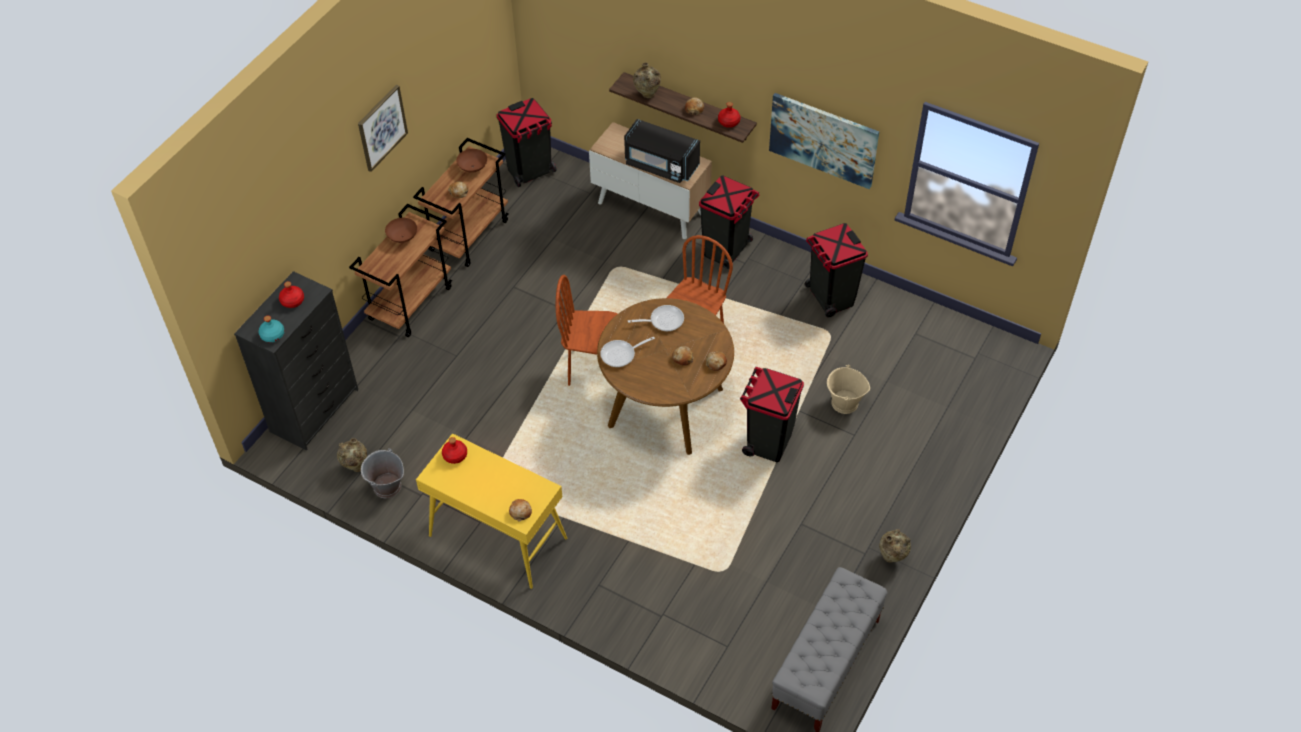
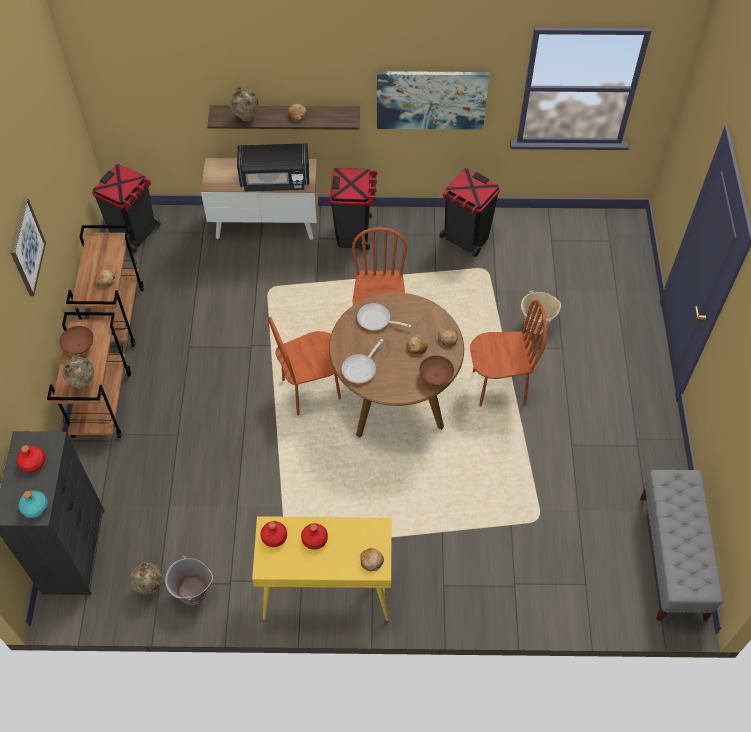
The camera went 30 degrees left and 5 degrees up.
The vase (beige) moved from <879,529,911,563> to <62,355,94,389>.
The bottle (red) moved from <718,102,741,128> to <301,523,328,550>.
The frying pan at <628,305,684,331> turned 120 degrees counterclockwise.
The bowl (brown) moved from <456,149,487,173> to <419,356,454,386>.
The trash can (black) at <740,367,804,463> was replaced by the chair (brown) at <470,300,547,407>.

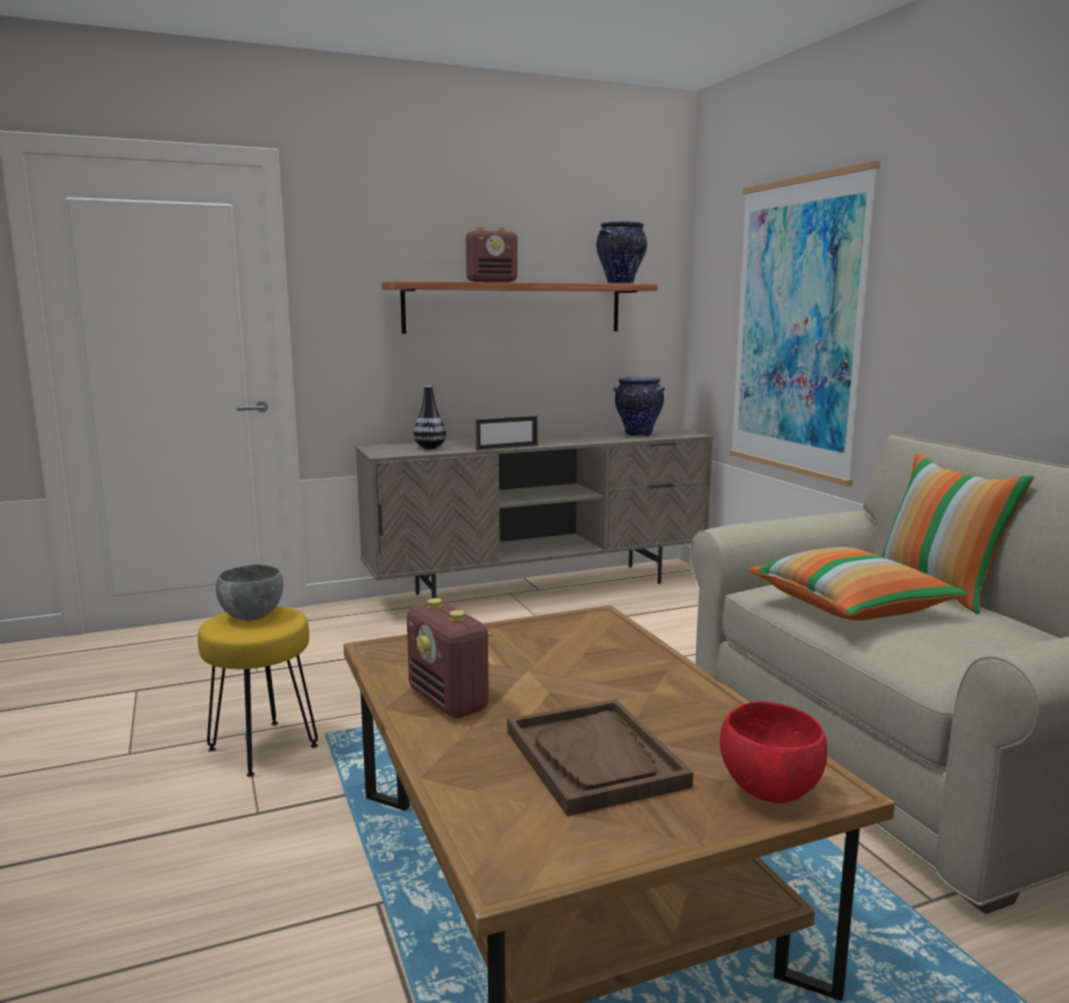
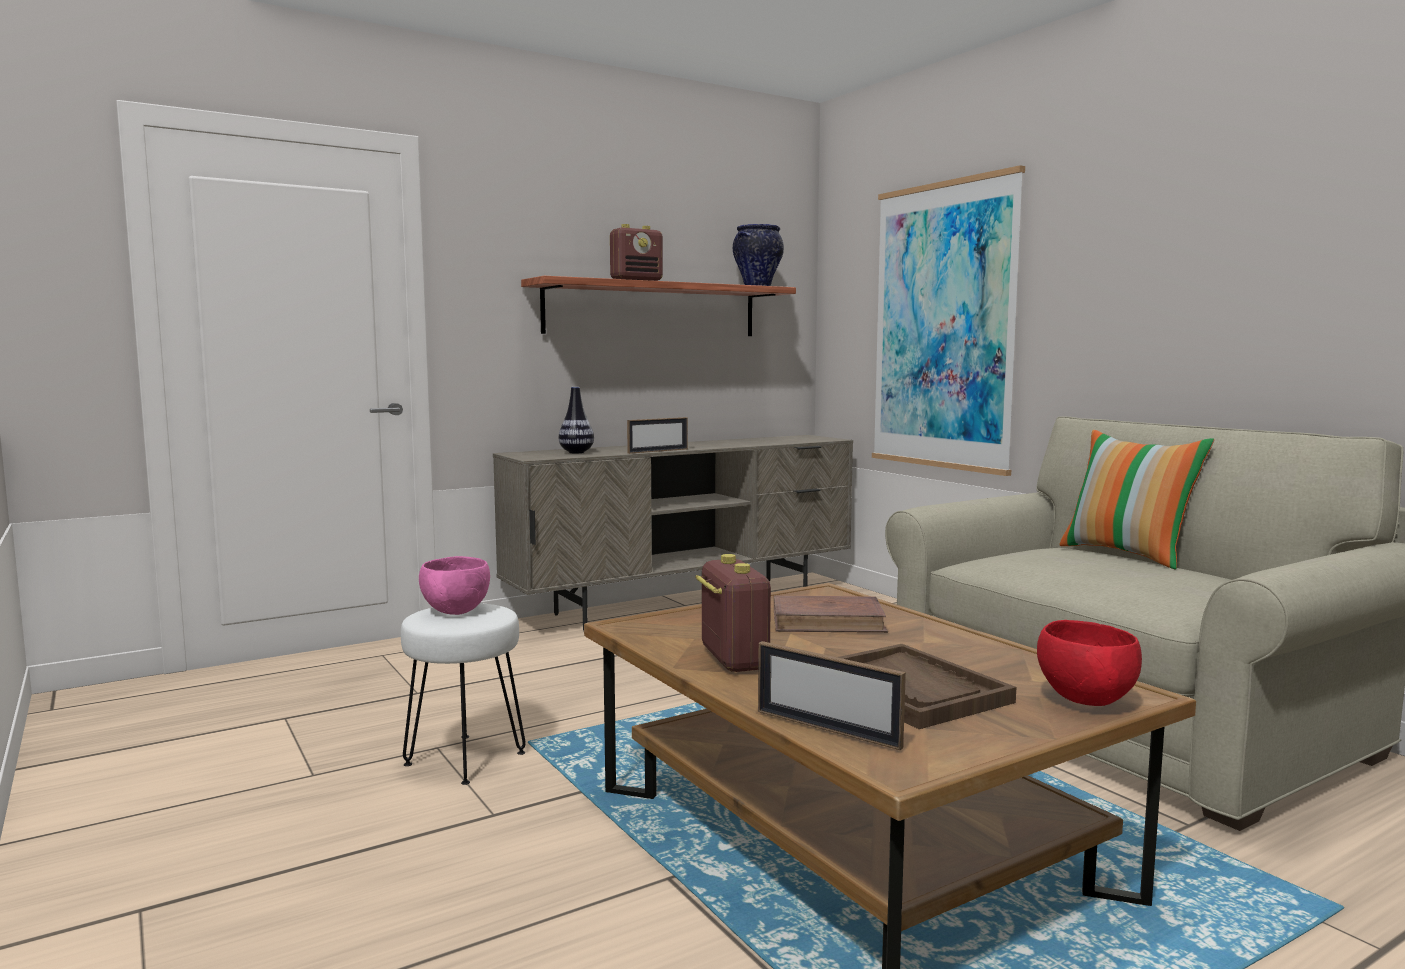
The camera went 10 degrees left and 5 degrees down.
The stool (yellow) at <198,606,318,777> became the stool (white) at <401,603,526,785>.
The bowl (grey) at <216,564,283,621> became the bowl (pink) at <419,556,490,615>.
The radio at <407,598,493,718> turned 150 degrees counterclockwise.
The picture frame at <758,641,906,750> appeared.
The book (brown) at <774,595,888,633> appeared.
The vase at <613,377,665,436> disappeared.
The pillow at <749,547,968,620> disappeared.

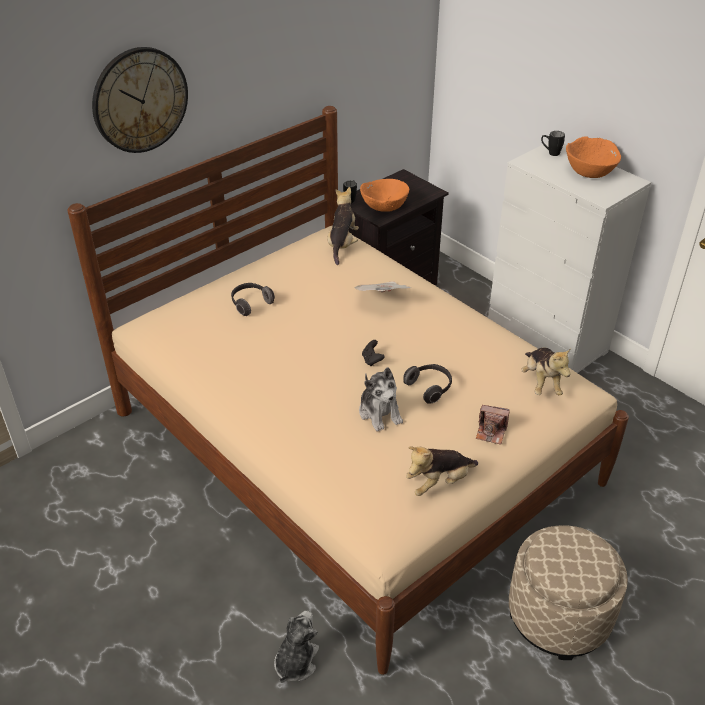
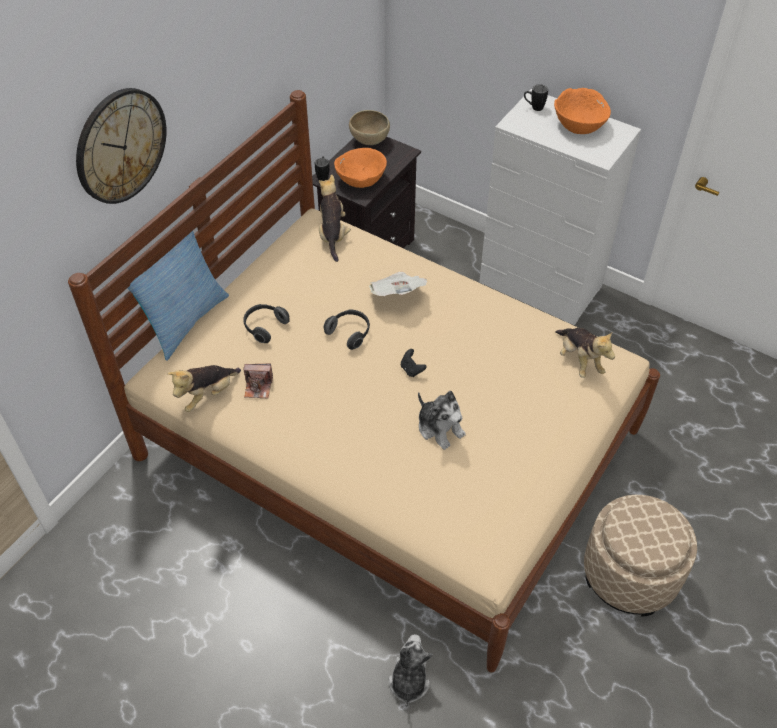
The camera went 15 degrees left and 10 degrees up.
The pillow at <127,231,229,361> appeared.
The plush toy moved from <406,446,478,496> to <167,365,241,412>.
The photo camera moved from <476,405,510,445> to <243,364,273,398>.
The headphones moved from <403,364,452,404> to <324,310,370,350>.
The bowl (brown) at <349,110,390,145> appeared.

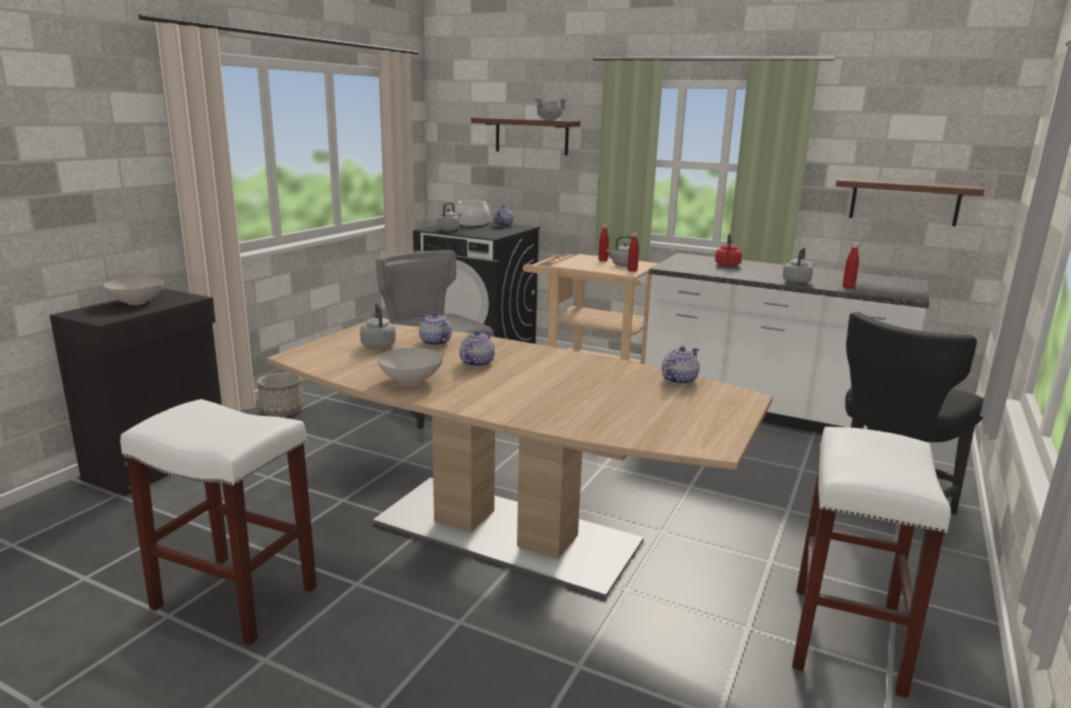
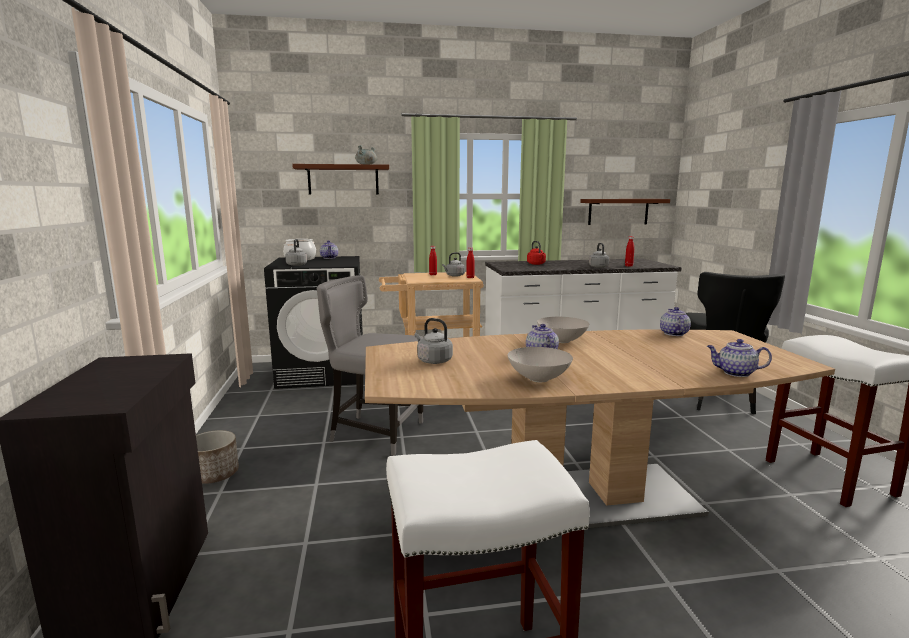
The camera went 35 degrees left and 5 degrees down.
The bowl (white) moved from <103,277,164,305> to <537,317,589,343>.
The teapot moved from <419,312,452,346> to <707,339,772,377>.

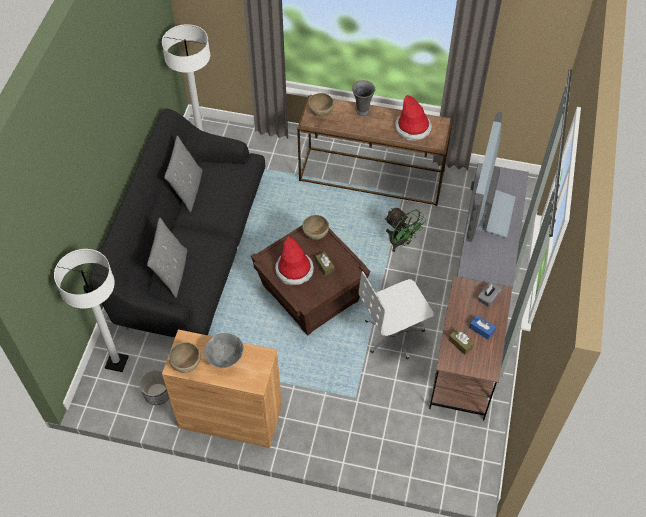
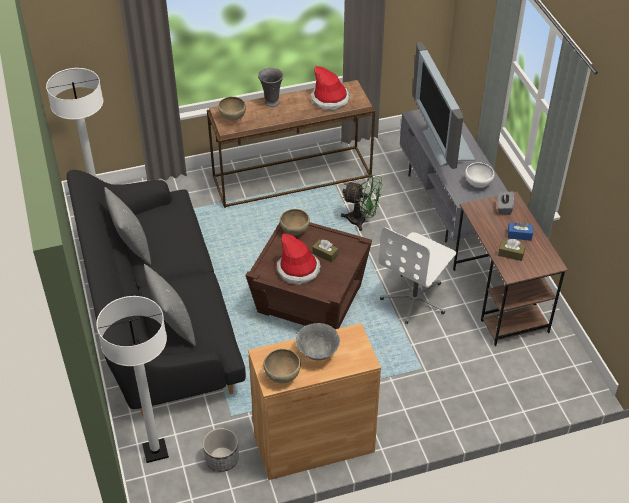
The camera went 30 degrees left and 10 degrees down.
The bowl (white) at <465,162,494,188> appeared.

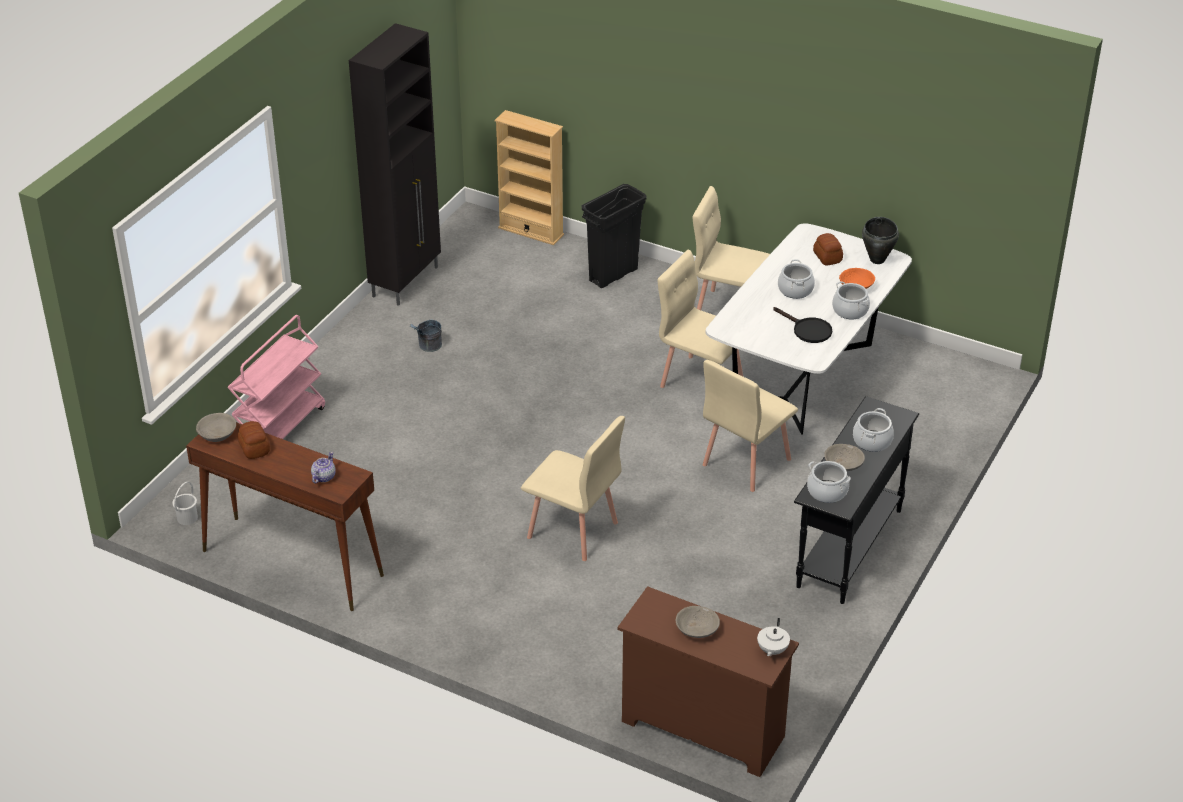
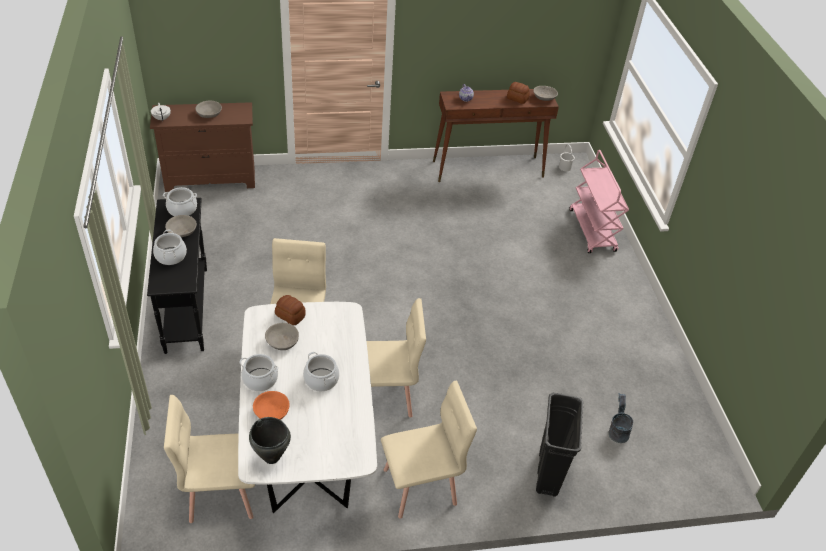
The camera went 140 degrees right and 5 degrees up.
The chair (beige) moved from <521,416,625,561> to <164,395,255,523>.
The frying pan (black) at <773,307,832,343> was replaced by the bowl (grey) at <265,323,299,350>.
The bread moved from <813,233,843,266> to <275,295,306,325>.
The bucket (grey) moved from <410,320,442,352> to <608,393,633,443>.
The cabinet (black) at <349,23,441,306> disappeared.
The bookcase (beige) at <494,110,564,245> disappeared.

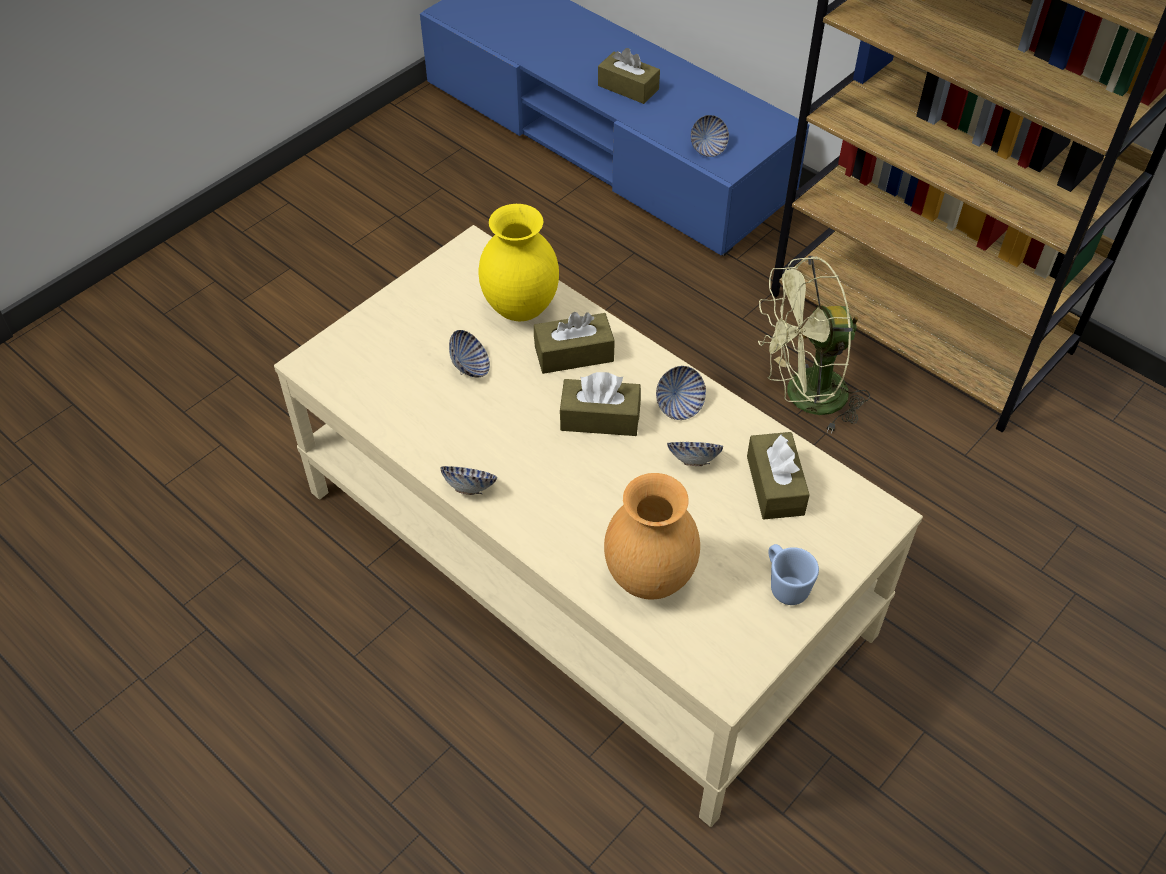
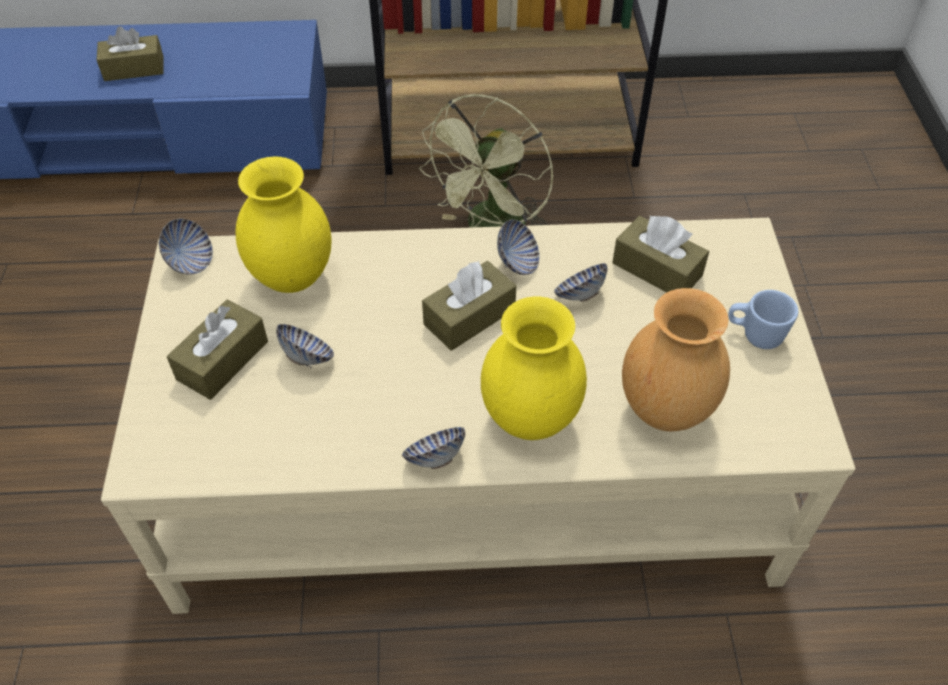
The camera went 45 degrees left and 0 degrees up.
The bowl moved from <691,115,729,157> to <159,219,213,274>.
The tissue box (brown) moved from <534,312,615,374> to <167,300,268,400>.
The vase (yellow) at <481,297,587,440> appeared.

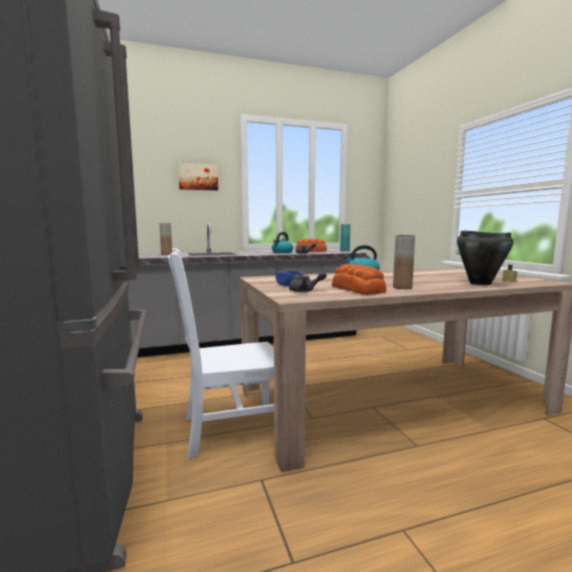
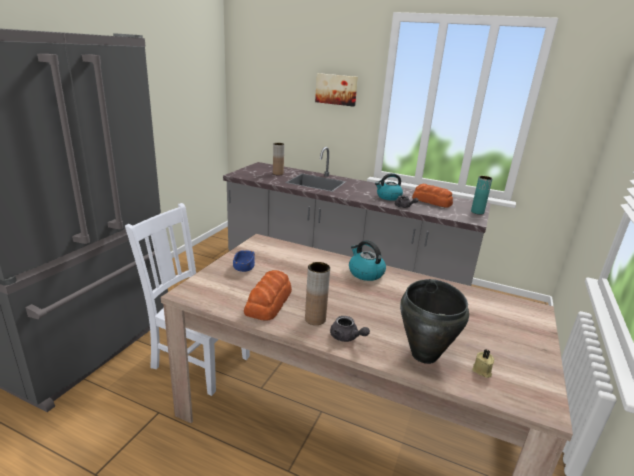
The camera went 40 degrees right and 15 degrees up.
The teapot (grey) moved from <289,272,327,292> to <330,316,370,342>.

